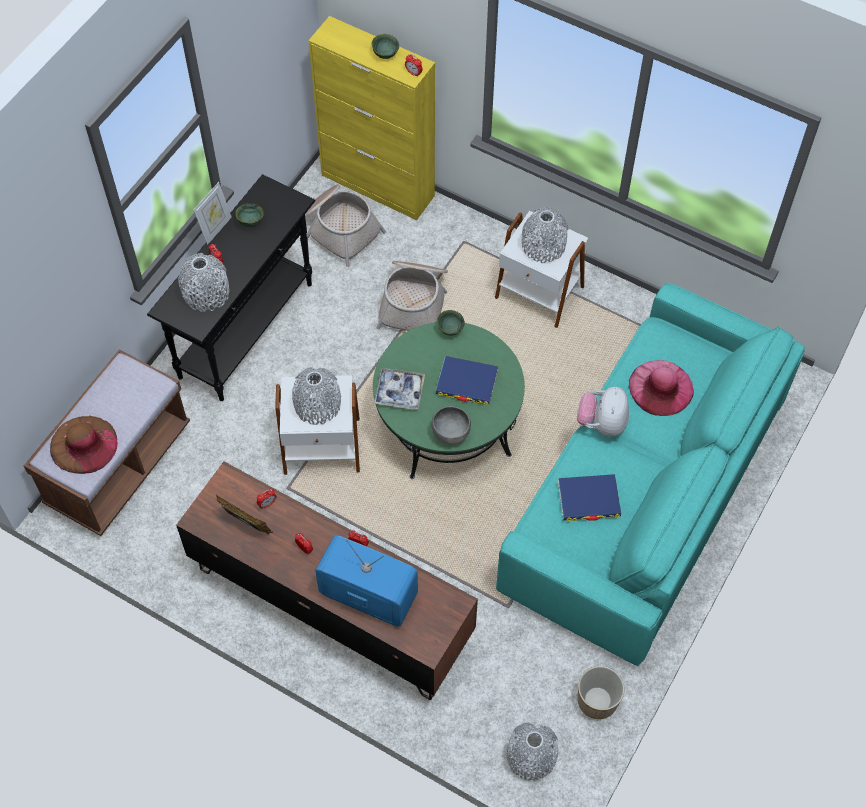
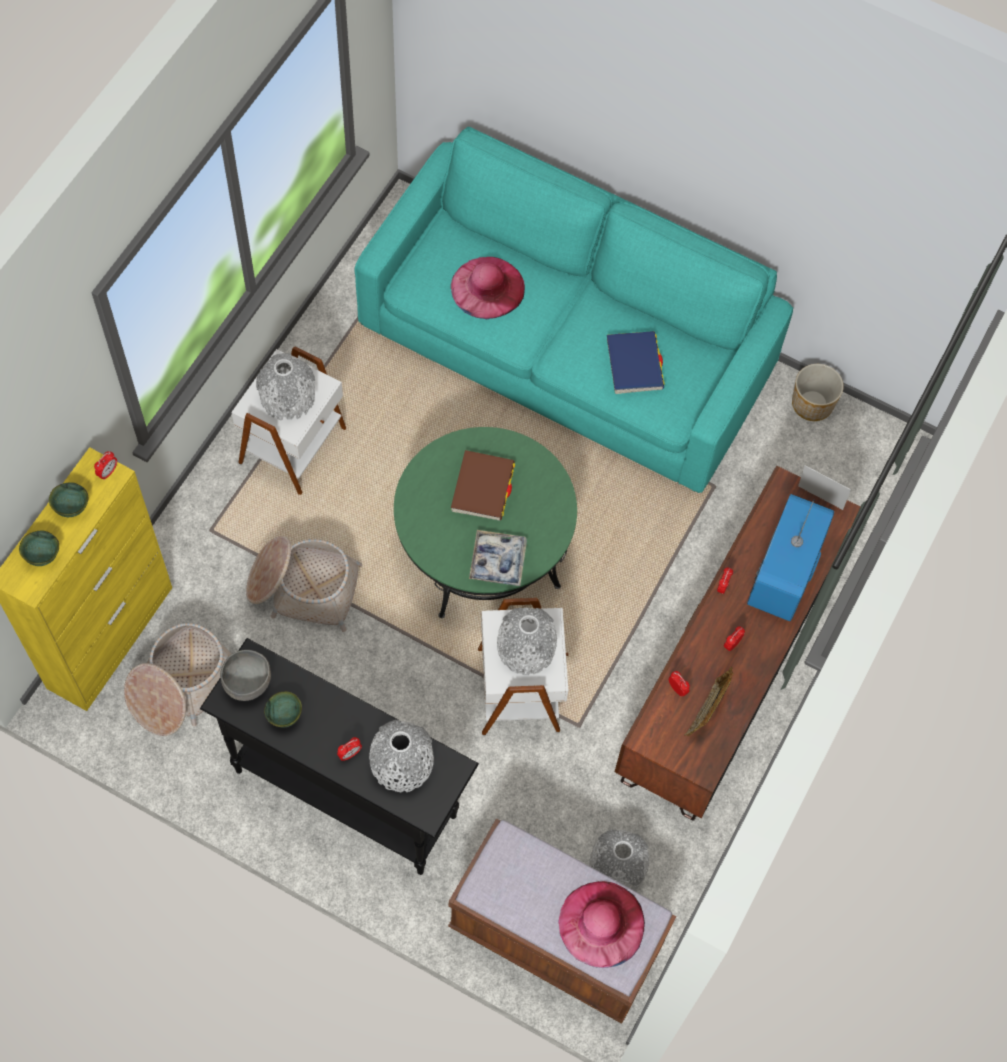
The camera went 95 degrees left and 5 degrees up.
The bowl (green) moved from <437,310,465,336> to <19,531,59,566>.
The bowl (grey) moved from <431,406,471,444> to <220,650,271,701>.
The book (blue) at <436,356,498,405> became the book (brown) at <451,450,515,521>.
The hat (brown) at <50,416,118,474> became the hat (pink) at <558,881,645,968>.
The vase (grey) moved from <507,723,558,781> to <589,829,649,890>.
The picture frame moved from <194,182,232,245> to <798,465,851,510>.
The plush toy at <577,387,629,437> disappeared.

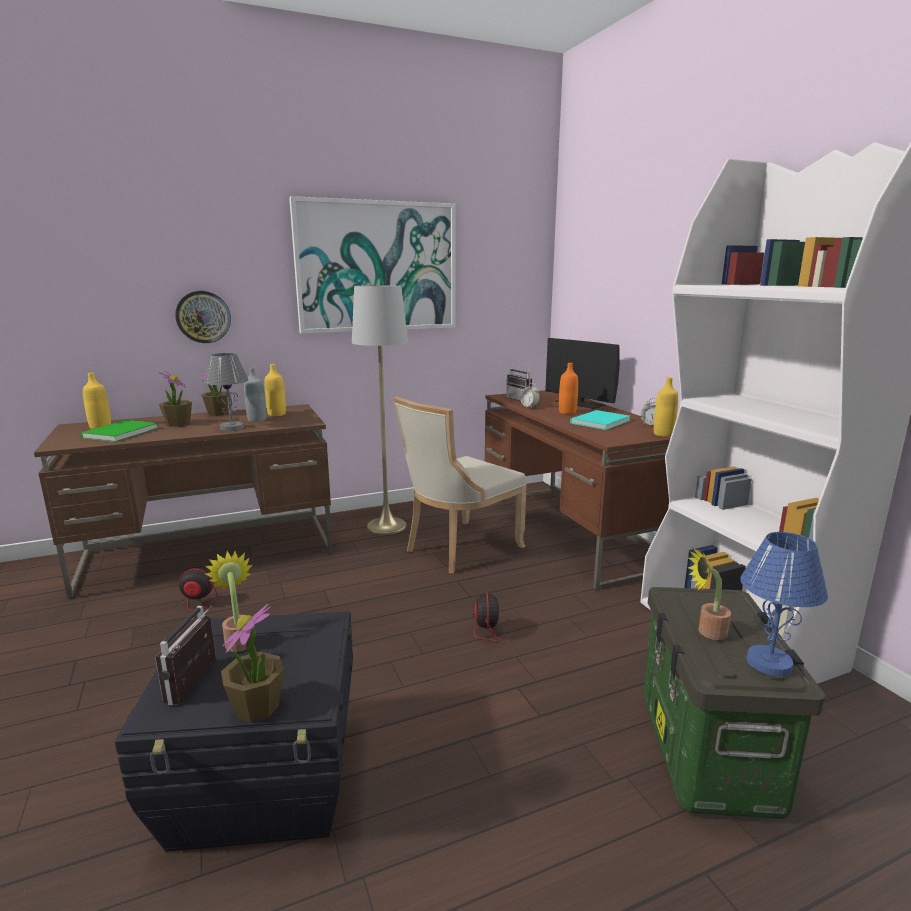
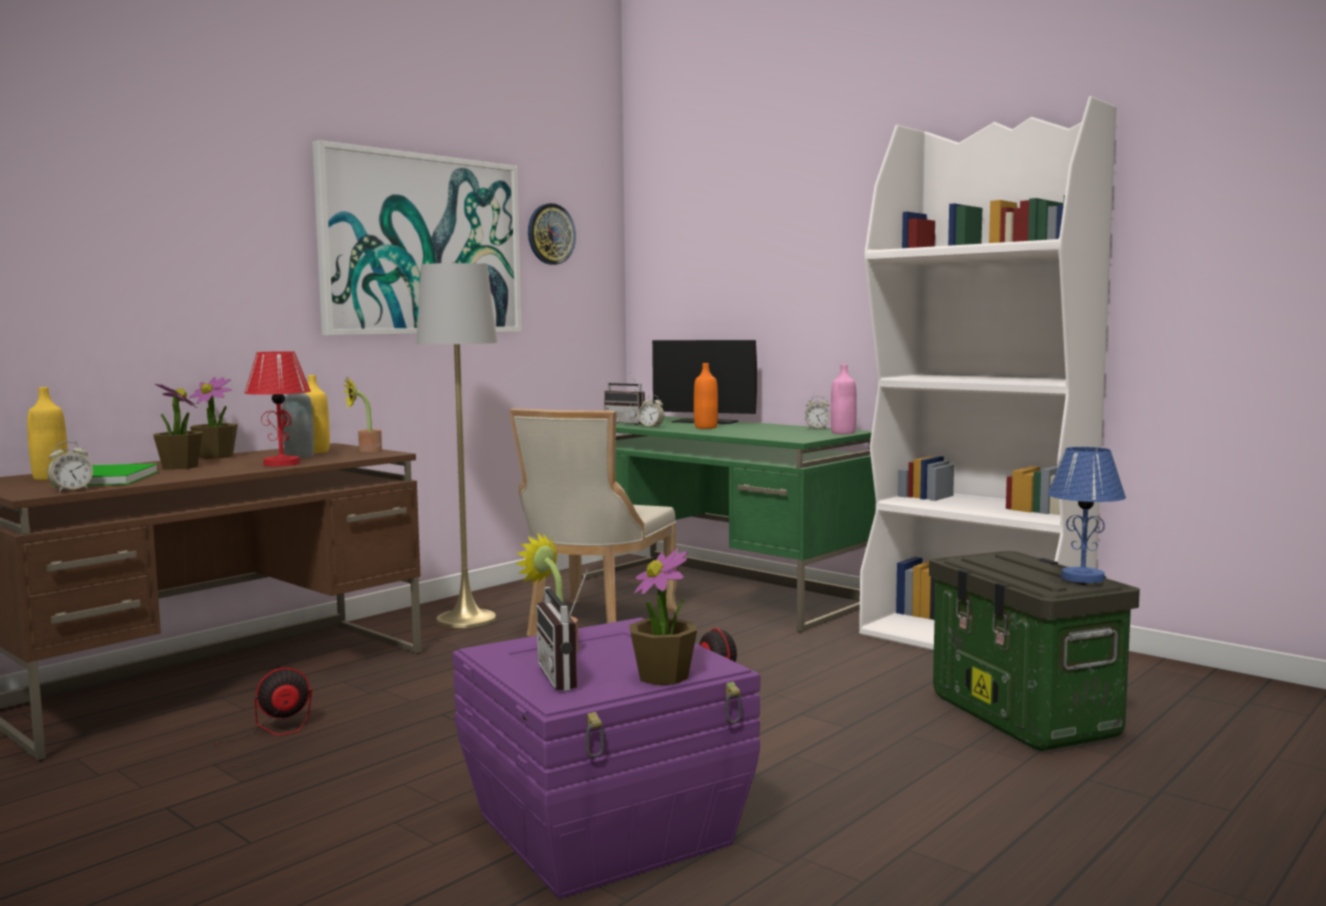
The camera went 25 degrees left and 10 degrees down.
The alarm clock at <47,441,93,492> appeared.
The table lamp (grey) at <204,353,249,431> became the table lamp (red) at <245,351,311,466>.
The potted plant moved from <688,547,731,640> to <344,377,382,452>.
The storage box (black) at <115,611,353,852> became the storage box (purple) at <453,618,760,899>.
The wall clock moved from <175,291,231,343> to <528,203,576,265>.
The desk (brown) at <485,390,671,590> became the desk (green) at <582,416,876,632>.
The bottle (yellow) at <654,377,678,437> became the bottle (pink) at <831,364,857,434>.
The book (turquoise) at <570,410,630,430> disappeared.

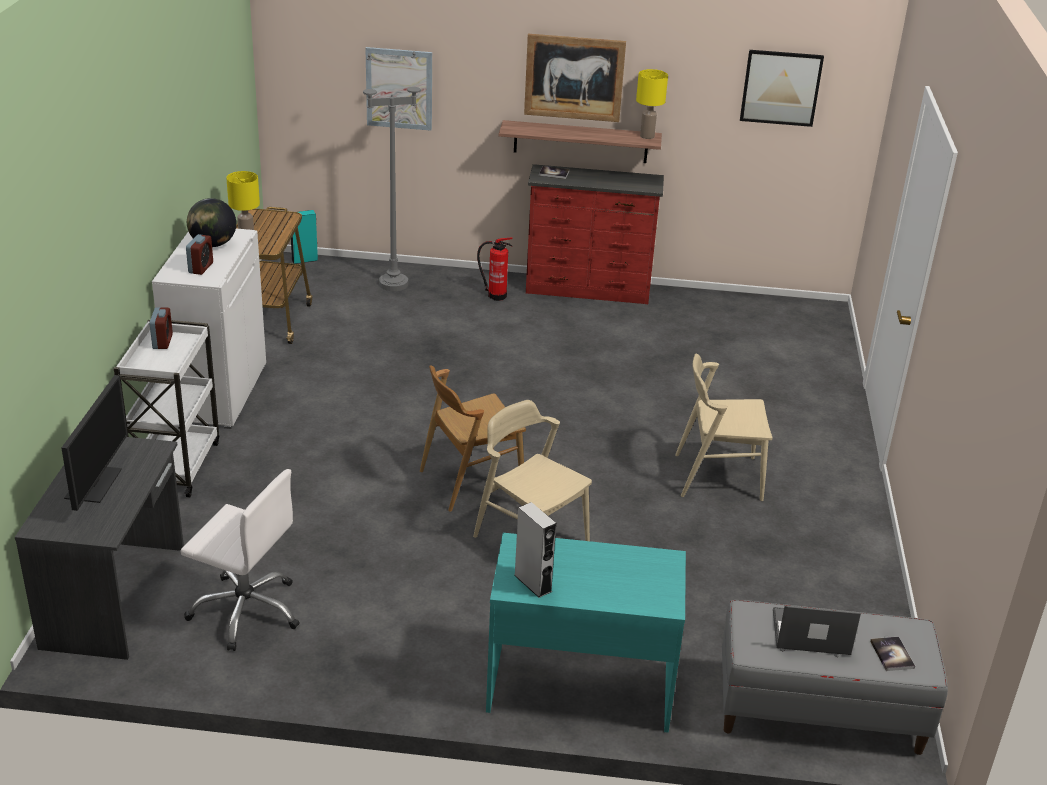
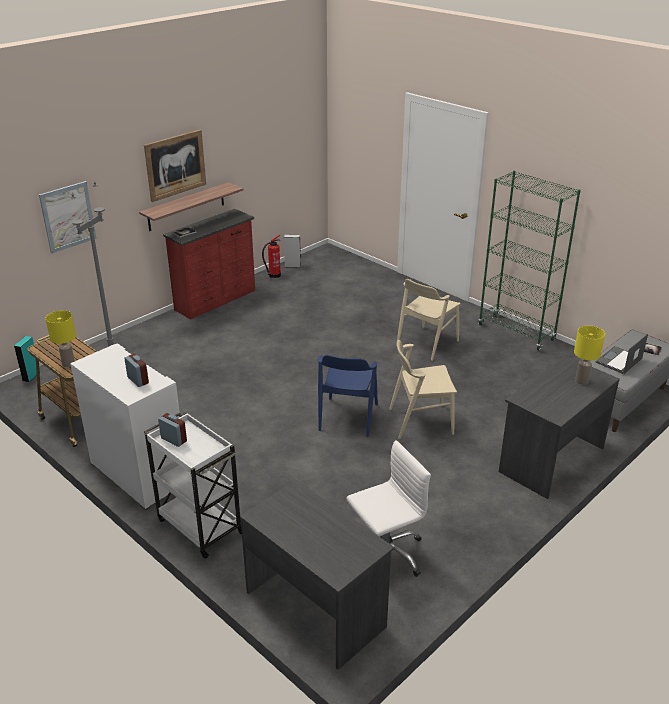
The camera went 50 degrees left and 0 degrees up.
The fire extinguisher moved from <477,237,513,301> to <262,235,281,278>.
The speaker (grey) moved from <514,502,556,598> to <284,235,301,268>.
The chair (brown) at <420,365,526,512> became the chair (blue) at <318,355,378,437>.
The bookcase (green) at <479,171,581,351> appeared.
The desk (turquoise) at <486,533,686,733> became the desk (grey) at <499,356,620,499>.
The table lamp (yellow) moved from <636,69,668,139> to <574,325,605,385>.
The monitor at <61,375,128,511> disappeared.
The globe at <187,198,236,247> disappeared.
The picture at <740,50,824,127> disappeared.

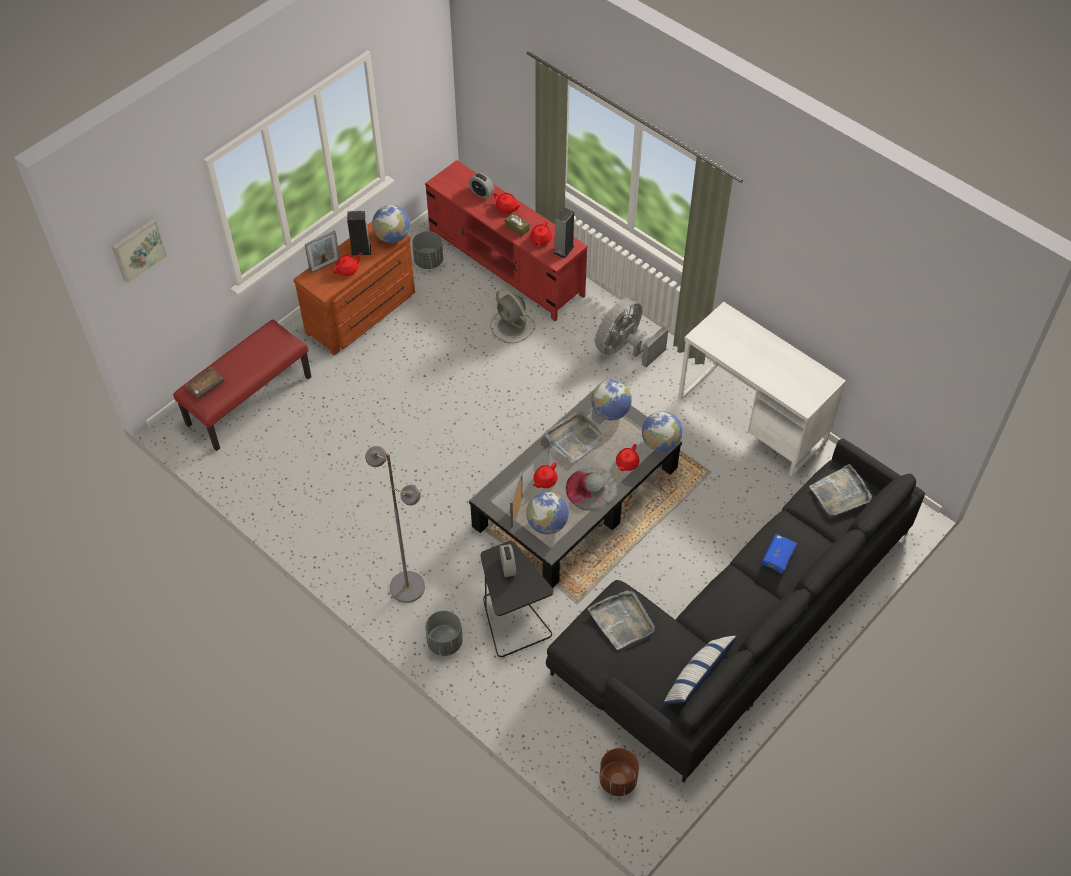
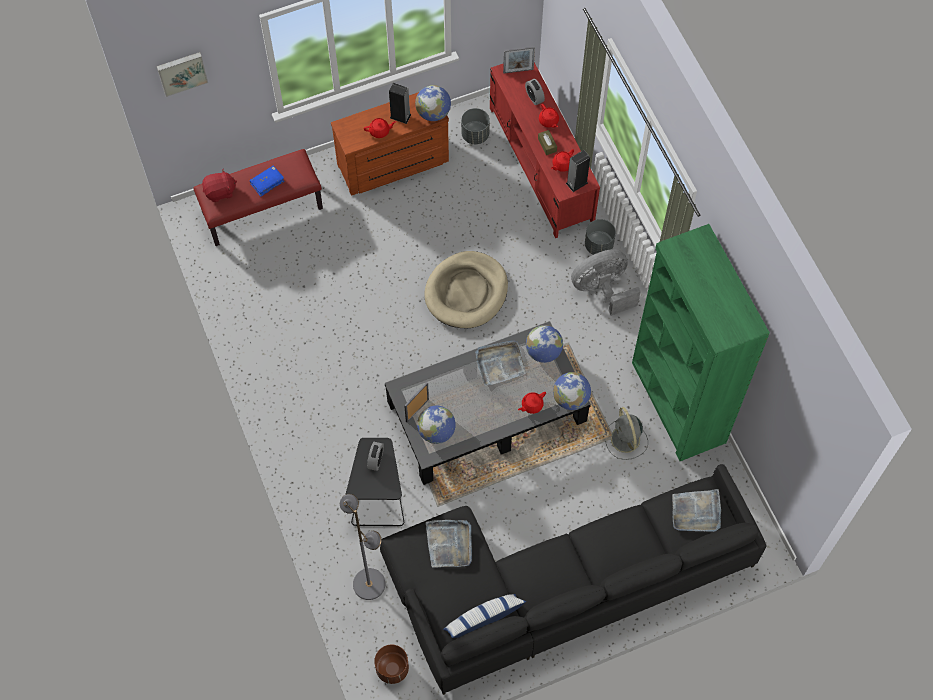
The camera went 25 degrees right and 10 degrees up.
The book (brown) at <185,367,225,399> was replaced by the plush toy (red) at <202,169,237,202>.
The book (blue) moved from <762,534,797,574> to <250,166,284,197>.
The floor lamp (grey) moved from <365,446,425,603> to <340,494,385,600>.
The dog bed (beige) at <424,251,508,328> appeared.
The picture frame moved from <305,230,340,273> to <503,46,535,73>.
The planter (grey) moved from <425,610,463,656> to <585,219,616,255>.
The fan (grey) moved from <490,289,534,343> to <605,407,648,460>.
The desk (white) at <678,302,846,477> was replaced by the bookcase (green) at <632,224,770,461>.
The teapot (red) at <533,462,558,488> disappeared.
The hat (grey) at <566,468,618,511> disappeared.

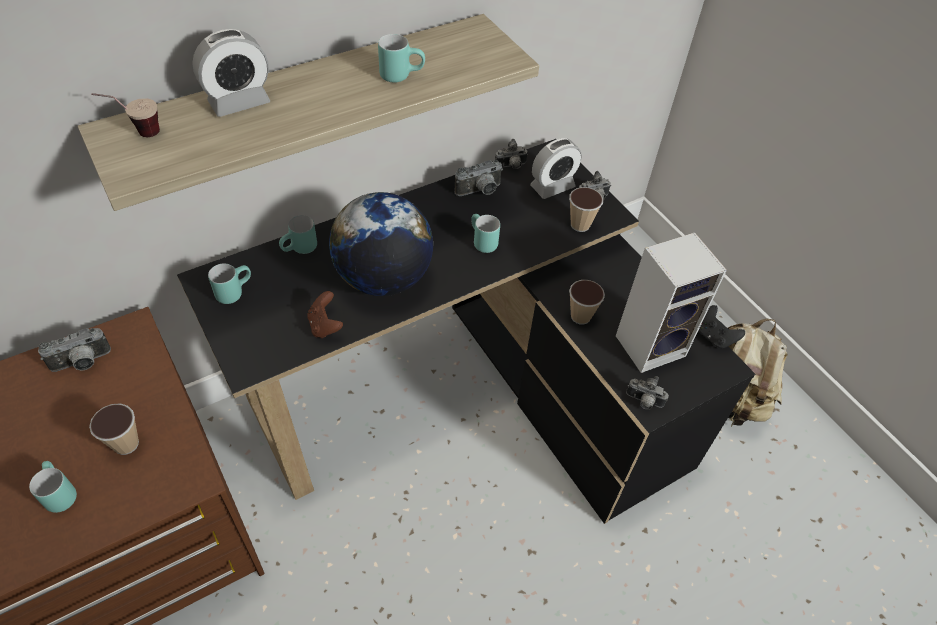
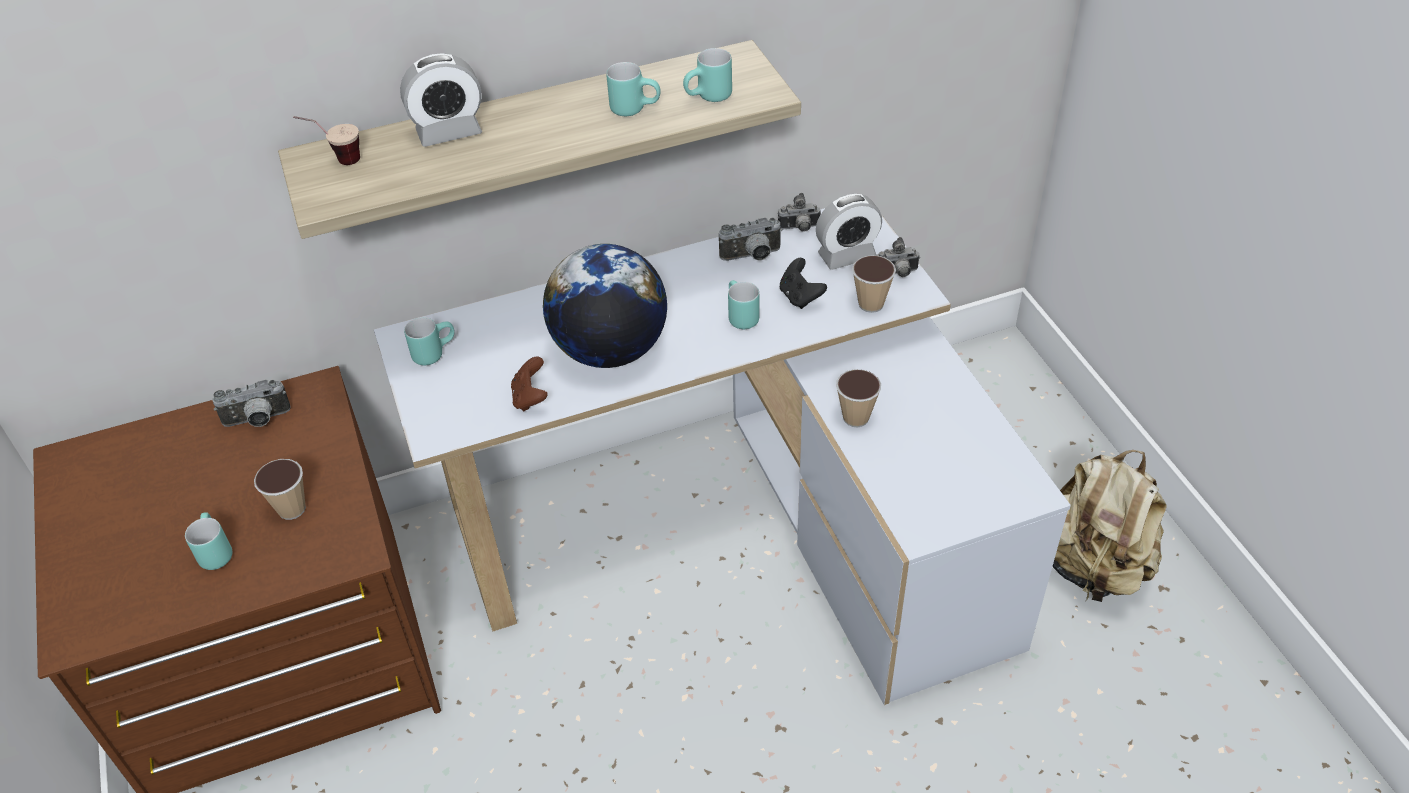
The camera went 15 degrees right and 5 degrees down.
The desk (black) at <177,139,755,524> became the desk (white) at <374,208,1071,705>.
The mug (turquoise) moved from <279,215,317,254> to <683,48,732,102>.
The game controller (black) moved from <698,305,745,349> to <780,258,827,309>.
The speaker at <616,233,727,373> disappeared.
The photo camera at <626,376,669,410> disappeared.

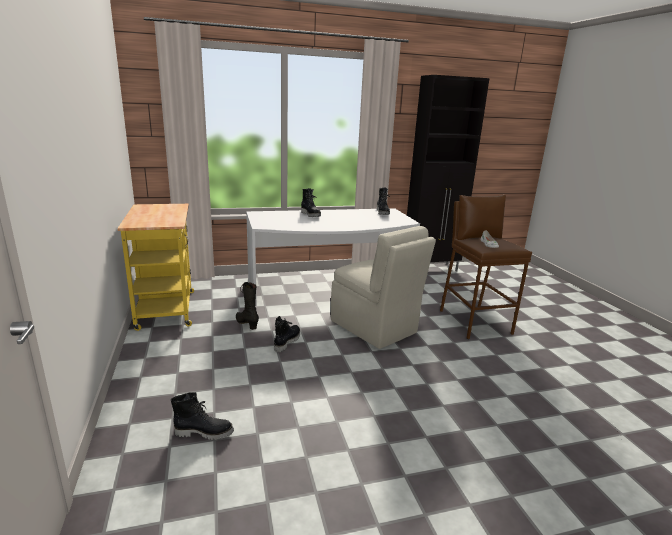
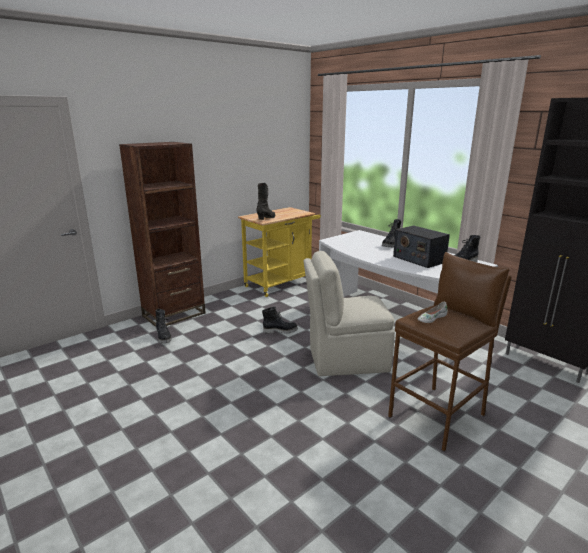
The camera went 65 degrees right and 0 degrees up.
The bookcase (brown) at <119,142,206,327> appeared.
The boot (black) moved from <236,282,259,330> to <256,183,275,220>.
The chair (beige) at <331,226,436,349> turned 60 degrees clockwise.
The radio at <393,226,450,268> appeared.

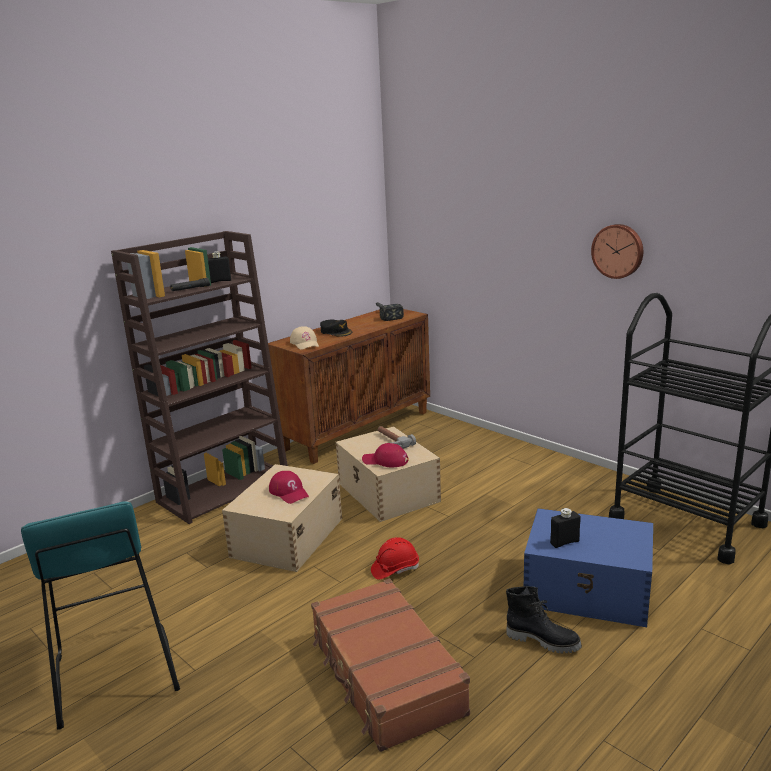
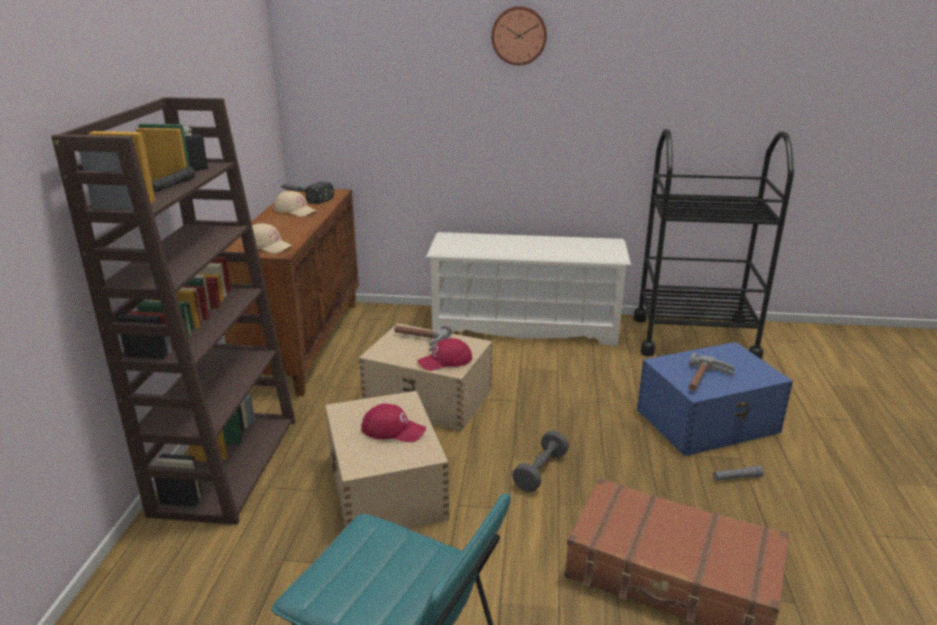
The camera went 40 degrees left and 5 degrees up.
The cap (beige) at <273,191,317,217> appeared.
The shoe rack (white) at <426,232,631,346> appeared.
The wall clock moved from <591,224,643,279> to <491,6,547,65>.
The hard hat (red) at <371,537,419,580> was replaced by the dumbbell (grey) at <512,430,569,492>.
The bottle (black) at <550,508,581,548> was replaced by the hammer at <689,353,735,391>.
The boot (black) at <506,586,582,653> was replaced by the flashlight (grey) at <713,466,764,481>.
The cap (black) at <320,319,352,337> disappeared.

